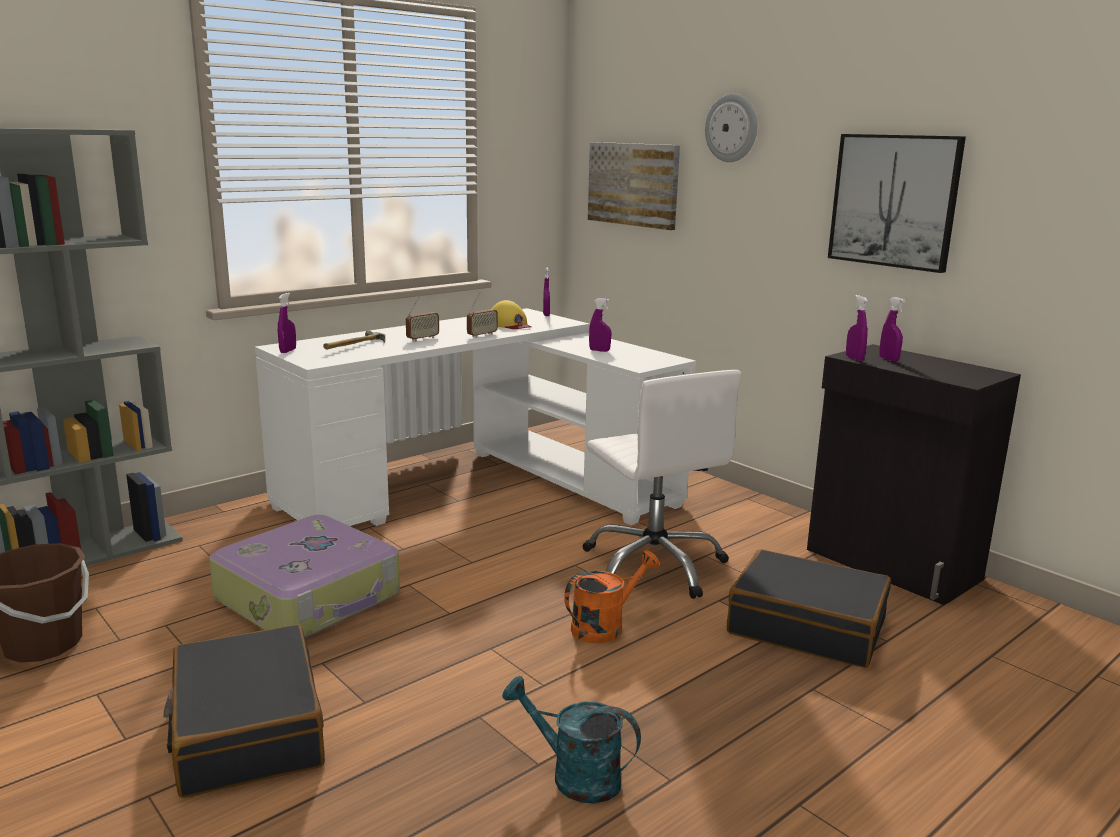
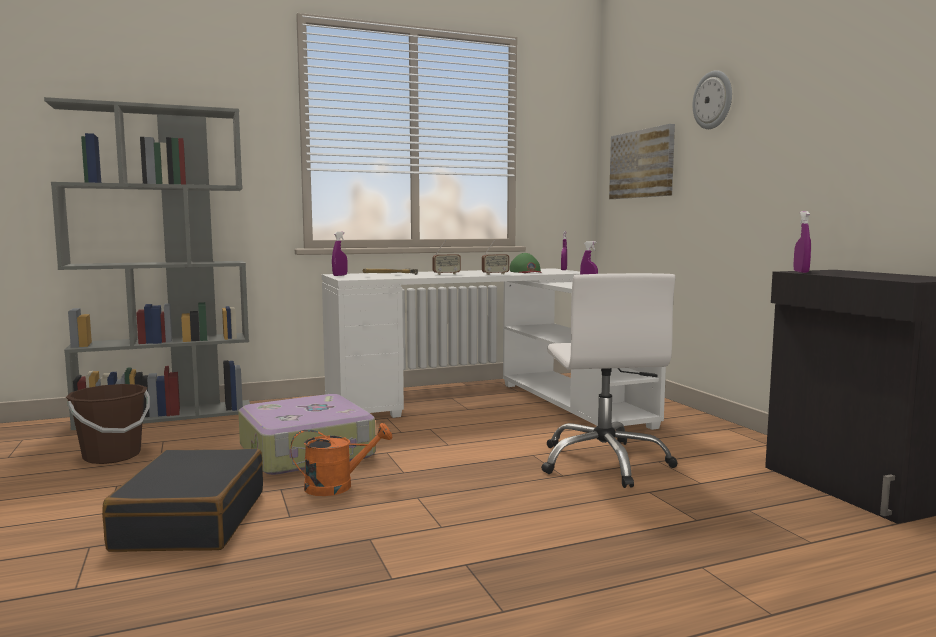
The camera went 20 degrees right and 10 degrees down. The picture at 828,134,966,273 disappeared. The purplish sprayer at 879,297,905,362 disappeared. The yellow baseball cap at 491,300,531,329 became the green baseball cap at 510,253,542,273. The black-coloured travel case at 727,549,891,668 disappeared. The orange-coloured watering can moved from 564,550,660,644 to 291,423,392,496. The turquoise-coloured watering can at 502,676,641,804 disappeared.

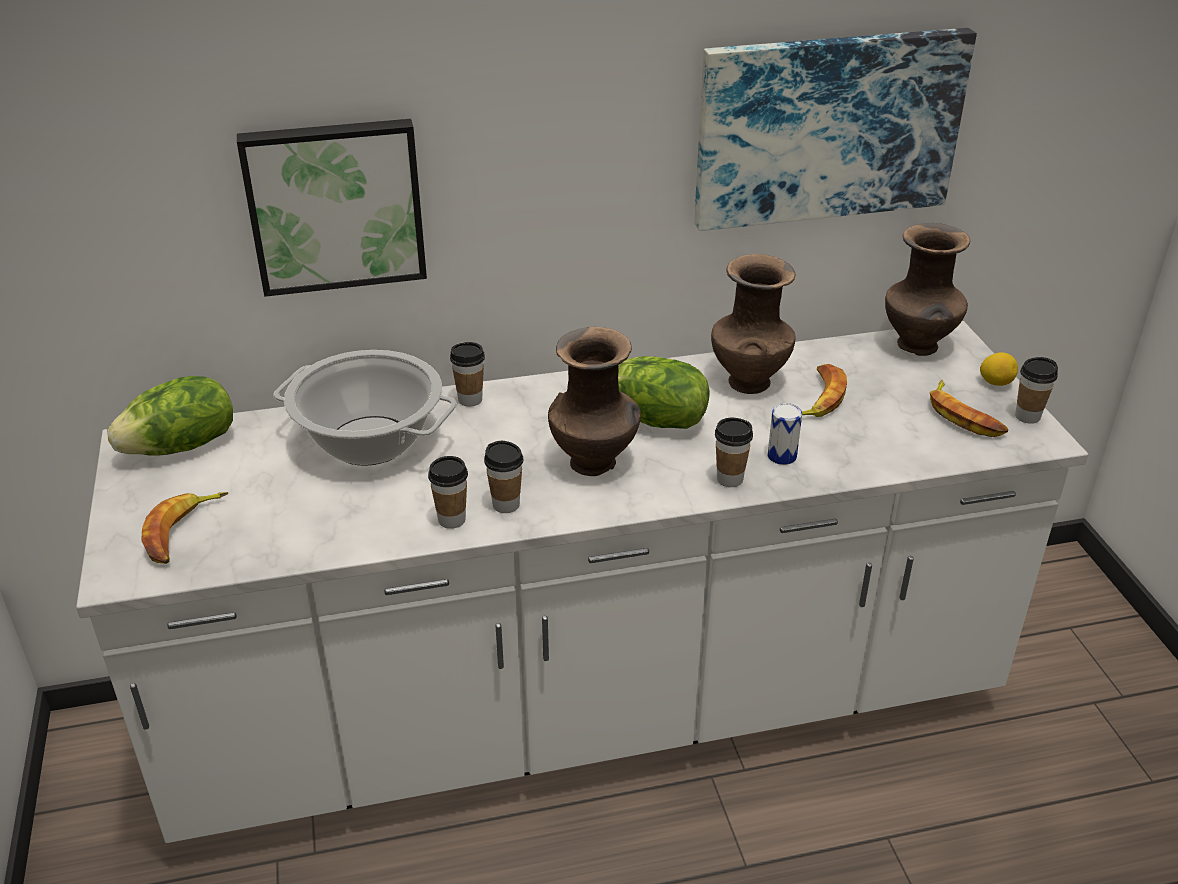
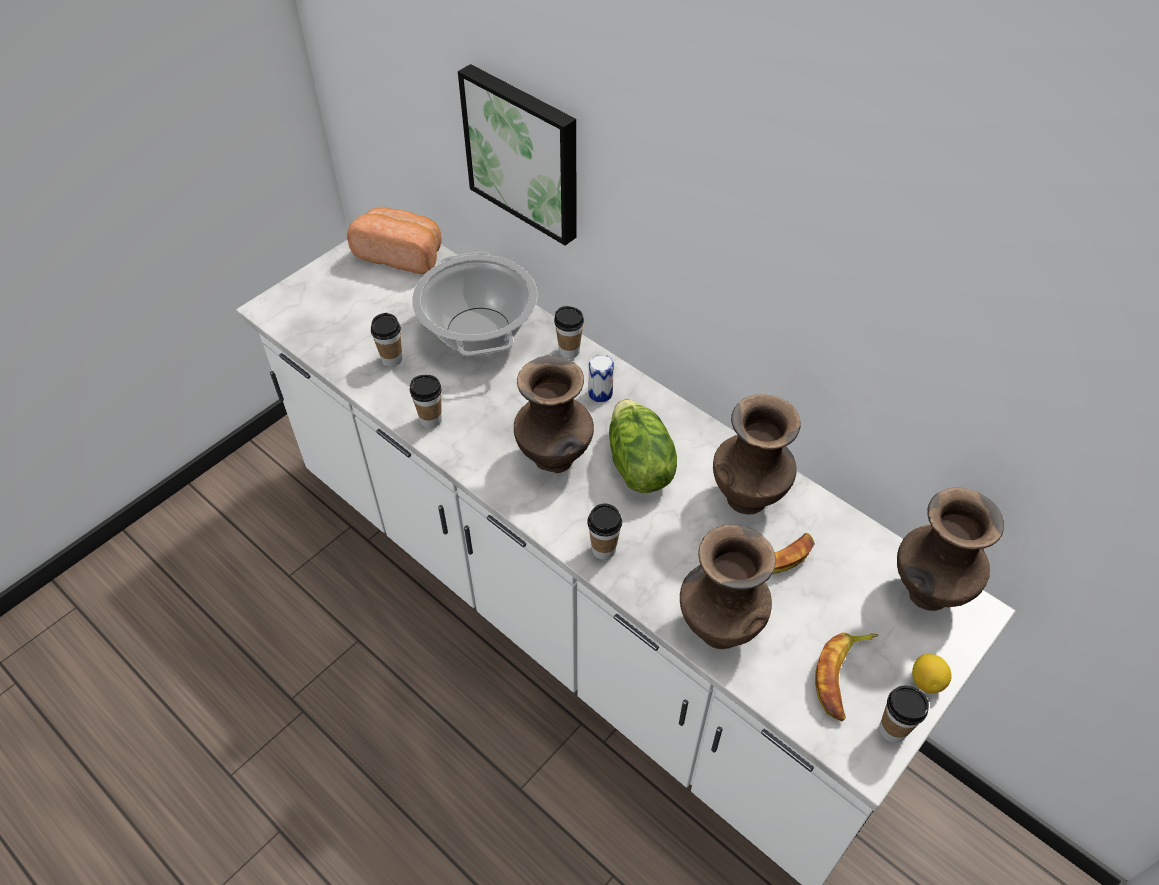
The camera went 55 degrees right and 15 degrees up. The picture at 694,28,977,231 disappeared. The head of lettuce at 107,376,233,455 was replaced by the bread at 347,207,442,274. The metal can moved from 768,403,802,465 to 589,354,614,402. The cup moved from 484,441,523,513 to 371,313,402,367. The banana at 141,492,228,564 disappeared. The brown decorative vase at 680,524,776,649 appeared.

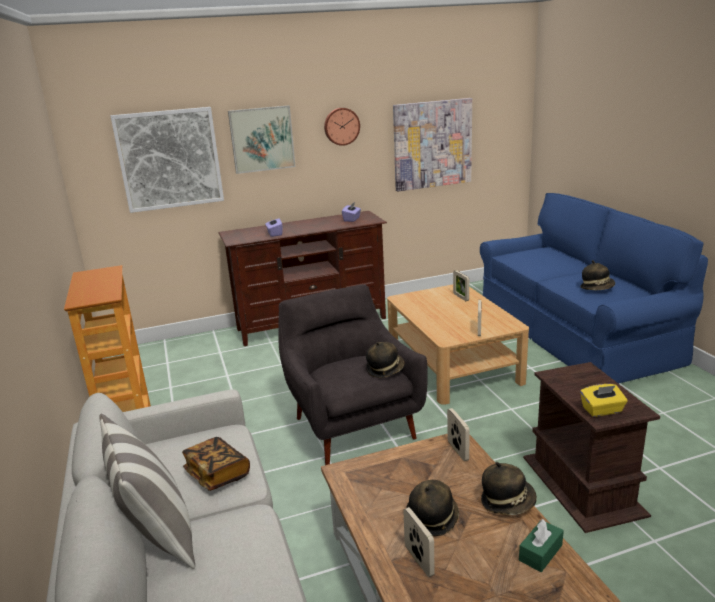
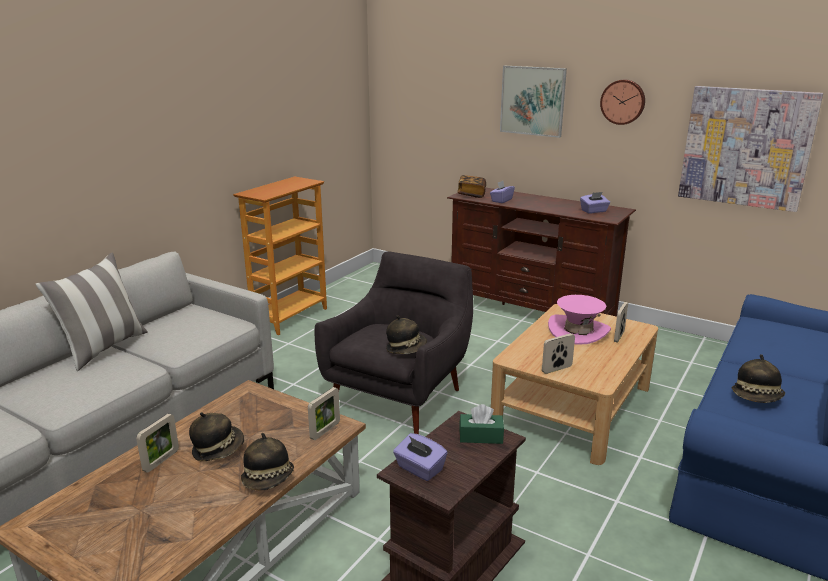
The camera went 50 degrees right and 0 degrees up. The picture at 110,107,224,213 disappeared. The yellow tissue box at 580,384,628,417 became the purplish tissue box at 393,433,448,481. The book moved from 182,437,250,491 to 457,175,486,198. The green tissue box moved from 519,519,564,572 to 459,404,504,444. The pinkish hat at 548,295,611,345 appeared.

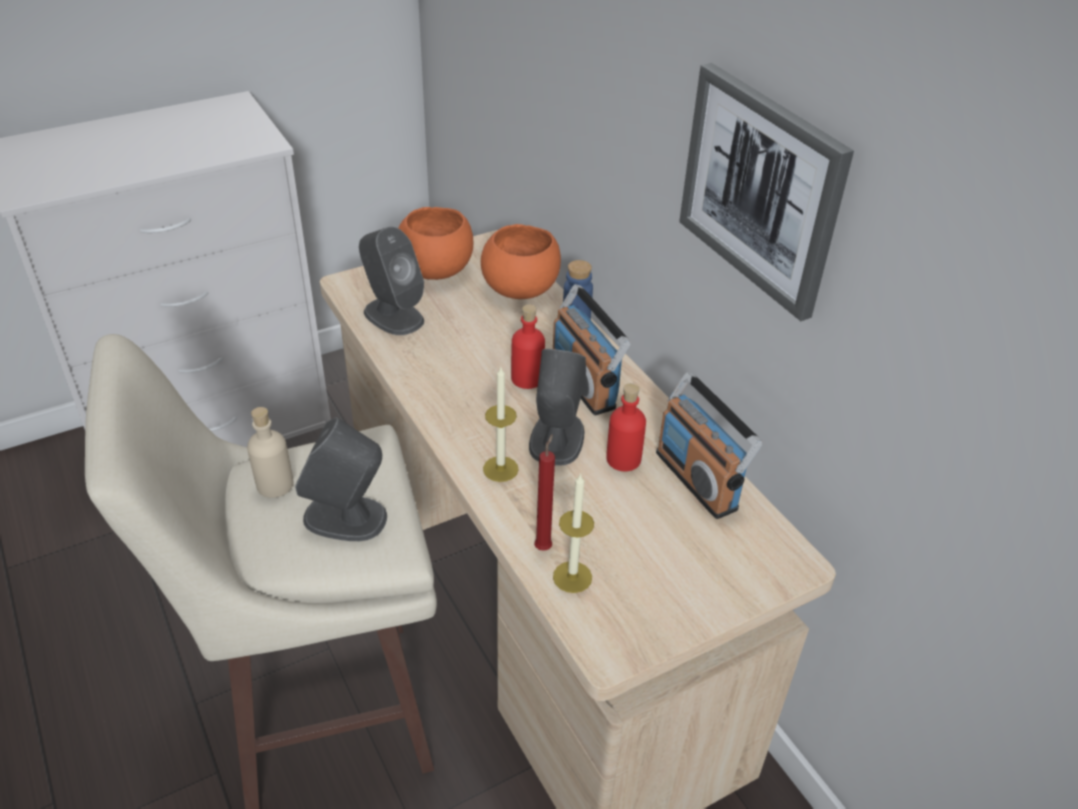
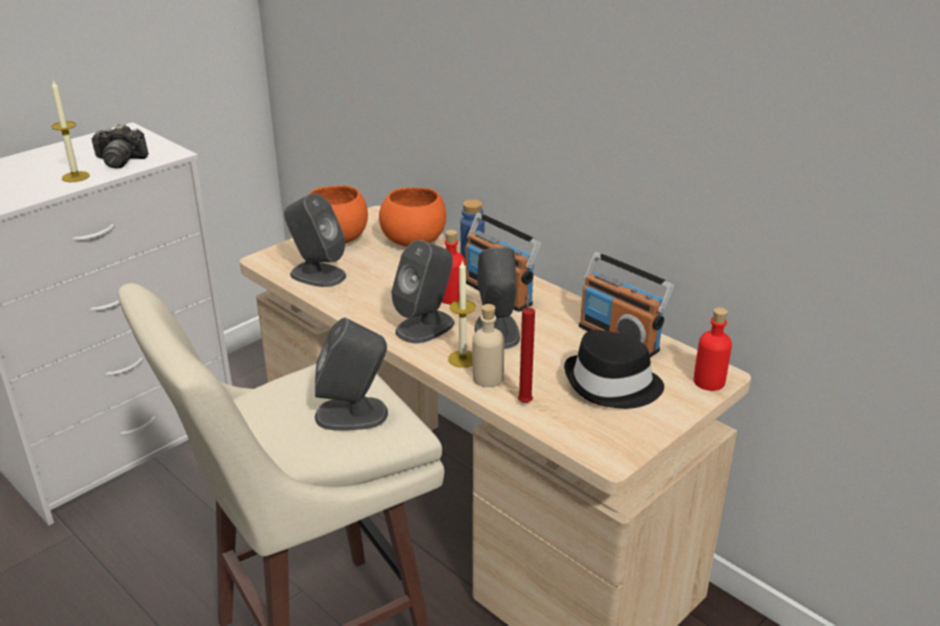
The camera went 15 degrees left and 10 degrees down. The picture at 679,63,854,321 disappeared. The red bottle moved from 606,383,646,471 to 694,307,732,391. The beige bottle moved from 247,407,293,498 to 472,304,504,387. The wax light moved from 553,473,594,593 to 51,80,90,182. The still camera at 91,124,148,168 appeared. The greyish speaker at 391,240,455,343 appeared. The black-coloured hat at 564,330,664,409 appeared.

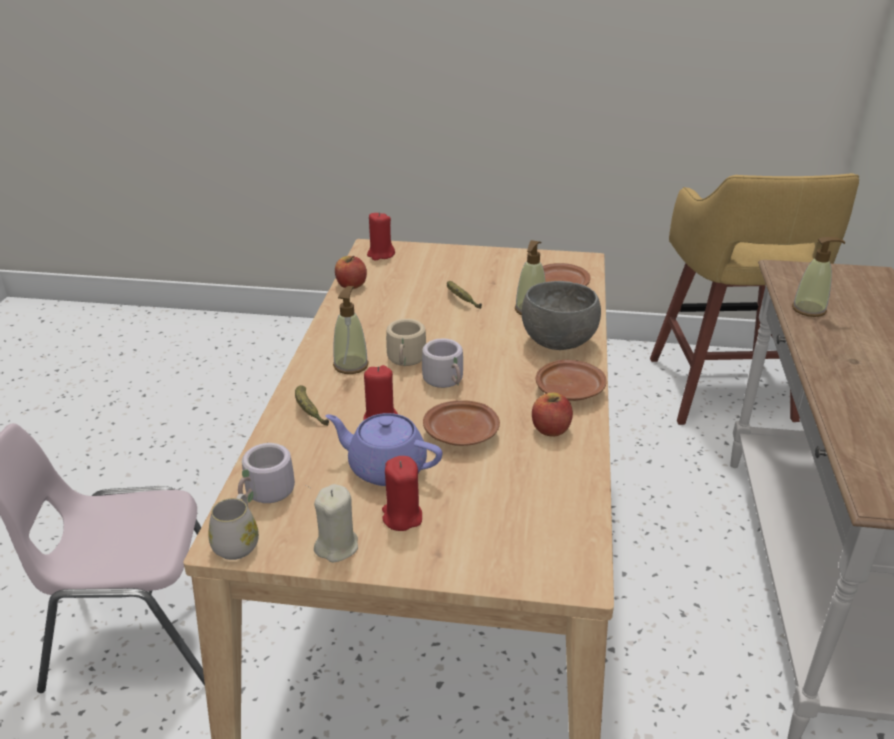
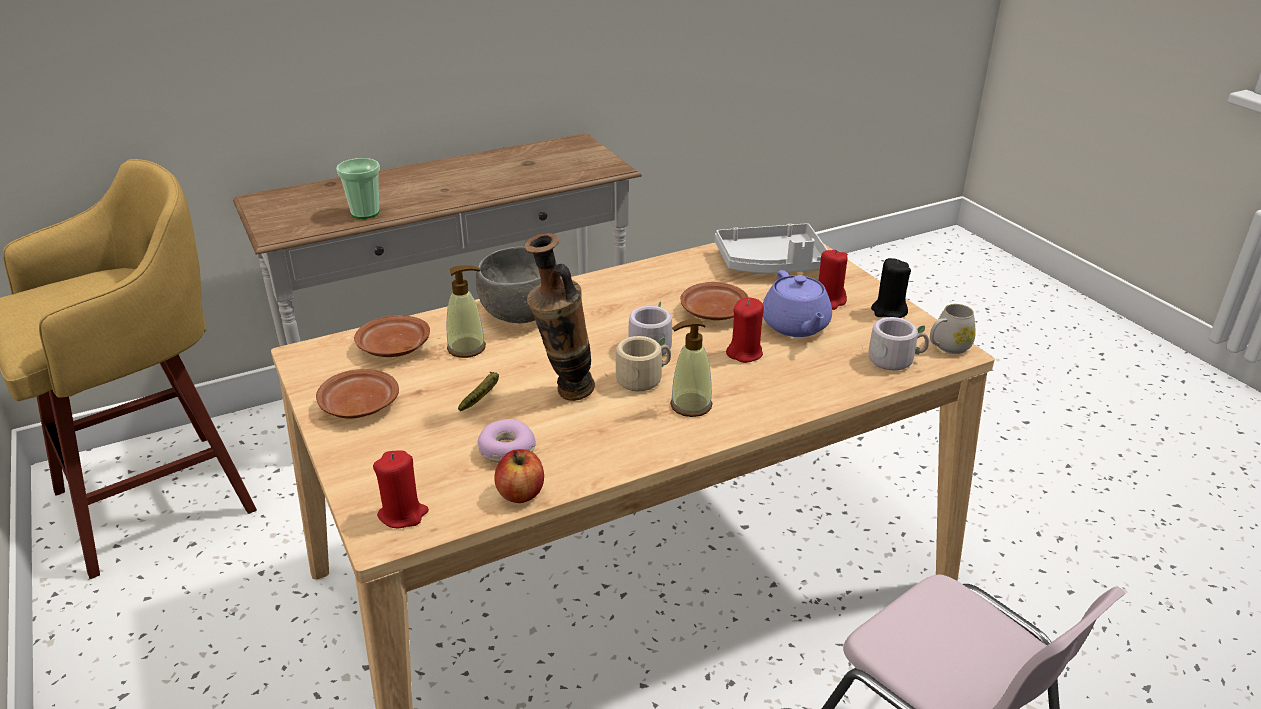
The camera went 125 degrees left and 0 degrees up. The soap bottle at 792,237,846,317 was replaced by the cup at 336,158,380,219. The brown plate moved from 536,360,607,401 to 316,369,399,418. The banana at 295,385,329,426 disappeared. The apple fruit at 532,392,573,436 disappeared. The beige wax light at 314,484,358,562 became the black-coloured wax light at 871,258,911,318. The greyish serving tray at 715,223,828,273 appeared. The decorative vase at 525,233,595,401 appeared. The donut at 478,419,536,463 appeared.

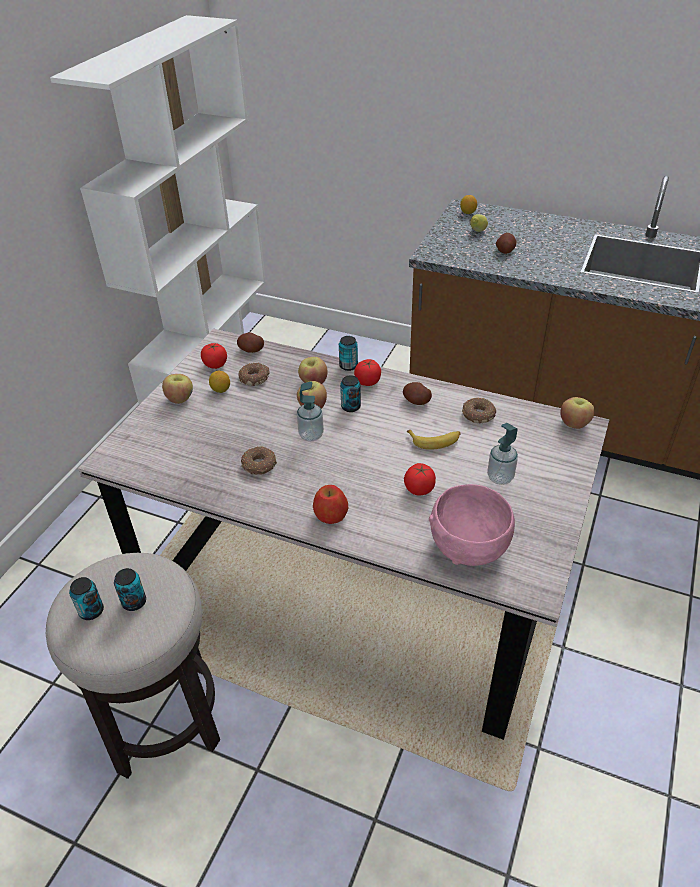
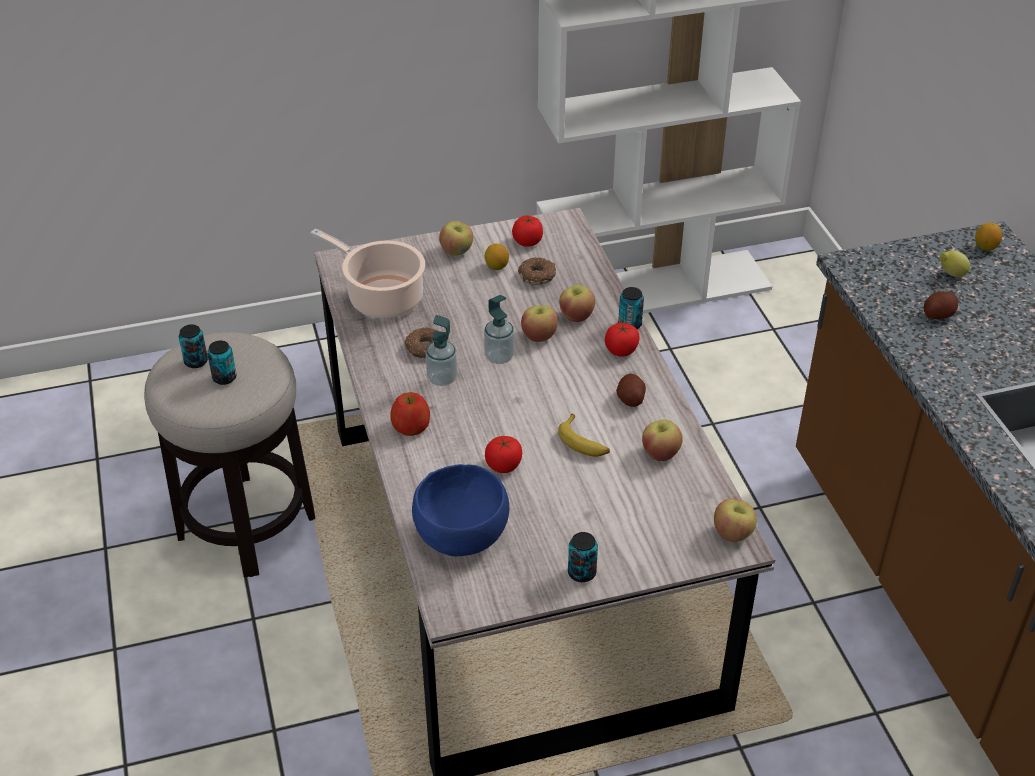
The camera went 50 degrees right and 0 degrees up. The whole potato at 237,332,264,353 disappeared. The metal can moved from 340,375,361,412 to 568,532,598,582. The donut at 462,398,496,423 was replaced by the apple fruit at 642,419,683,461. The soap bottle moved from 487,423,518,485 to 426,315,457,386. The pinkish deep dish at 429,484,515,566 became the blue deep dish at 412,464,509,556. The saucepot at 310,228,425,318 appeared.

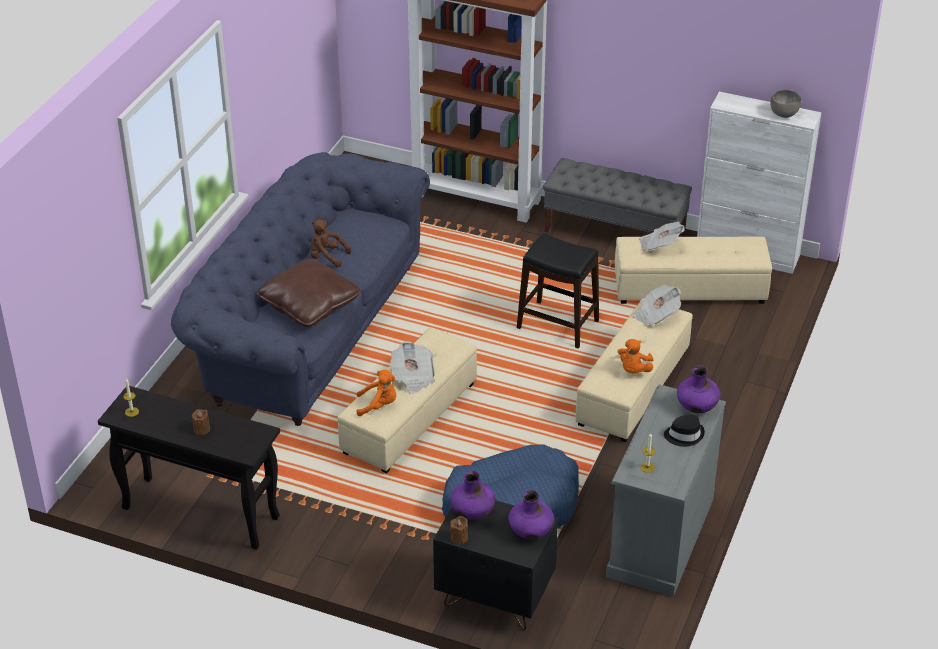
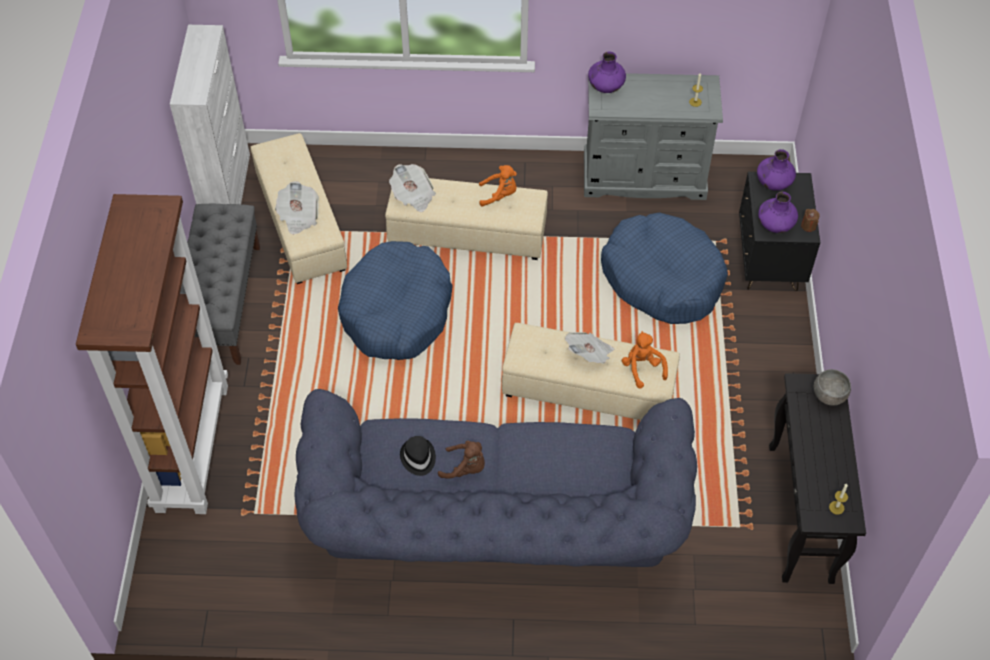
The camera went 110 degrees left and 15 degrees up. The greyish deep dish moved from 770,90,801,118 to 814,369,851,406. The brown soft toy at 311,220,351,267 turned 75 degrees counterclockwise. The black-coloured stool seat at 517,234,599,348 was replaced by the blue pet bed at 338,241,453,360. The brown throw pillow at 257,259,361,327 disappeared. The brown wax light at 192,409,210,435 disappeared. The black-coloured hat moved from 664,414,705,447 to 400,436,436,476.

